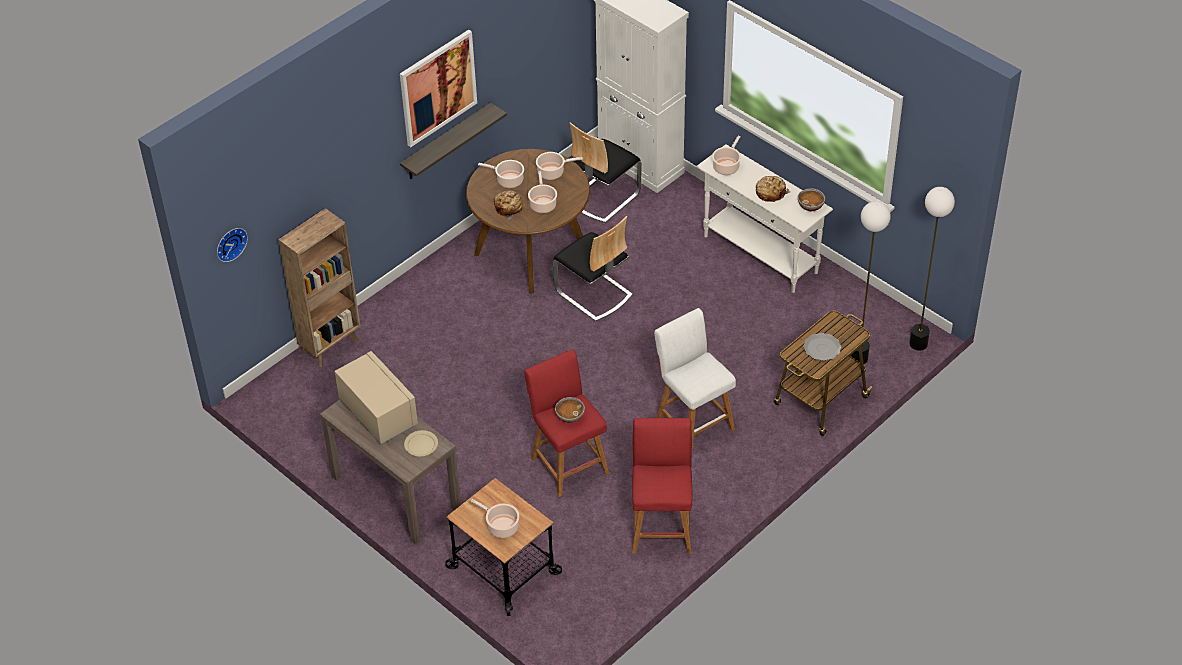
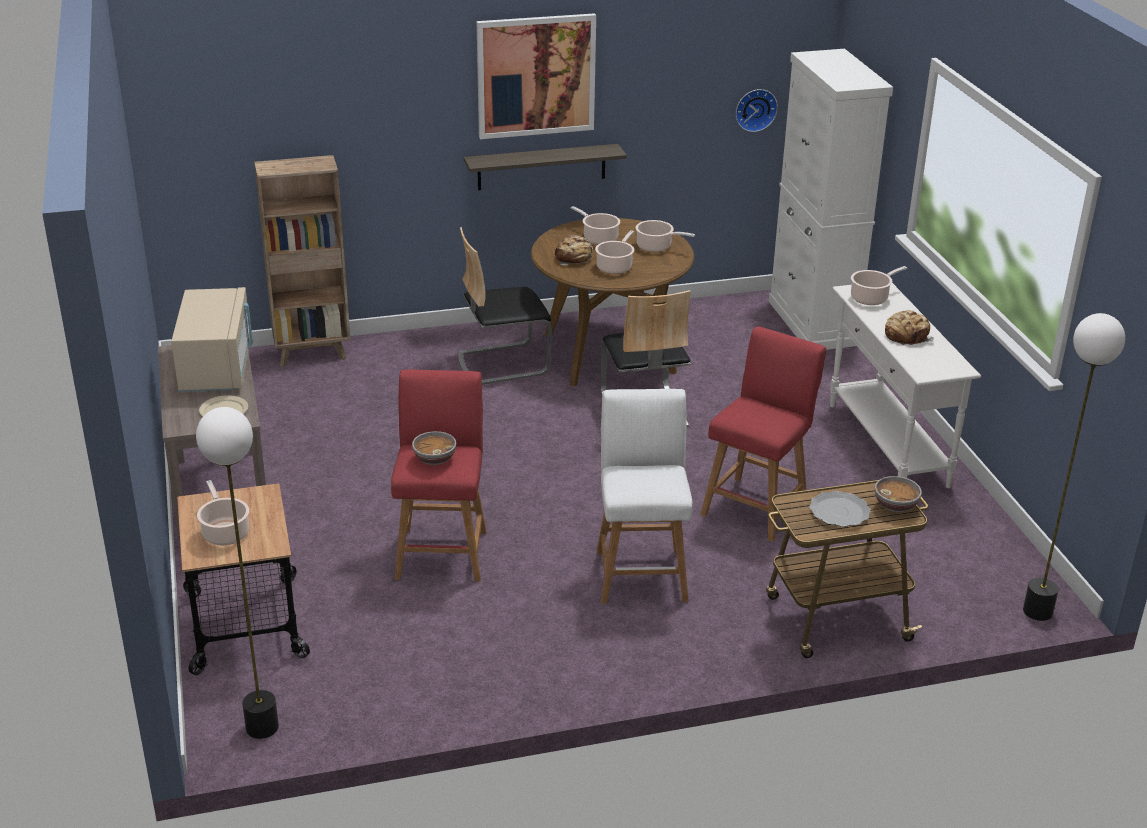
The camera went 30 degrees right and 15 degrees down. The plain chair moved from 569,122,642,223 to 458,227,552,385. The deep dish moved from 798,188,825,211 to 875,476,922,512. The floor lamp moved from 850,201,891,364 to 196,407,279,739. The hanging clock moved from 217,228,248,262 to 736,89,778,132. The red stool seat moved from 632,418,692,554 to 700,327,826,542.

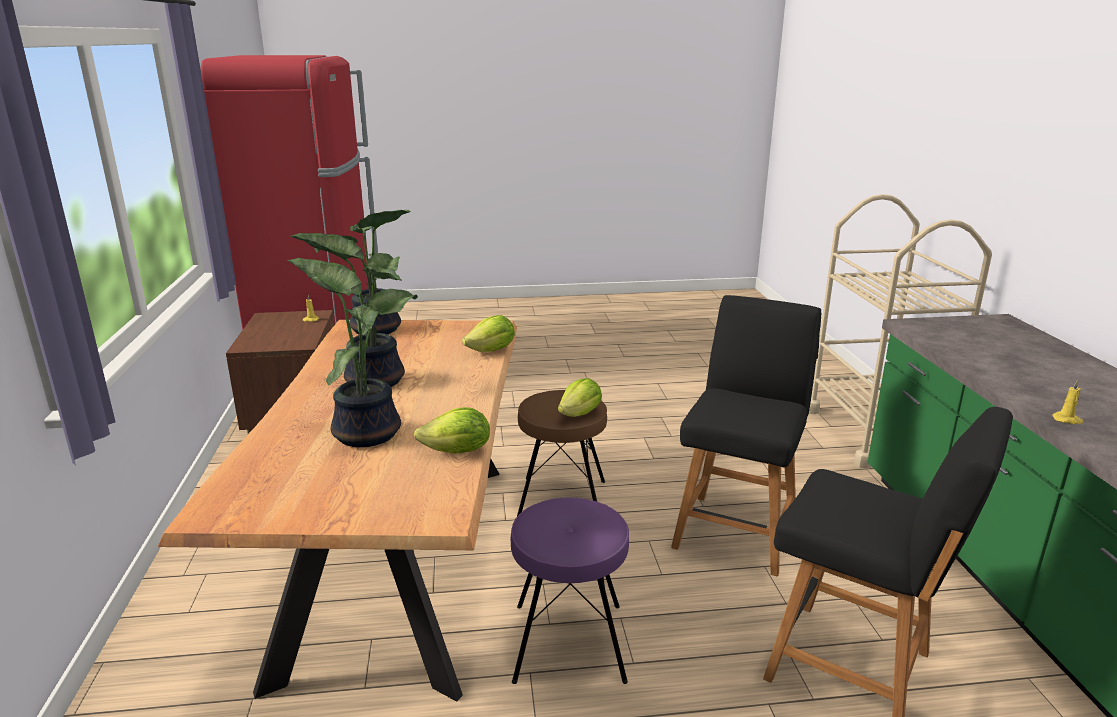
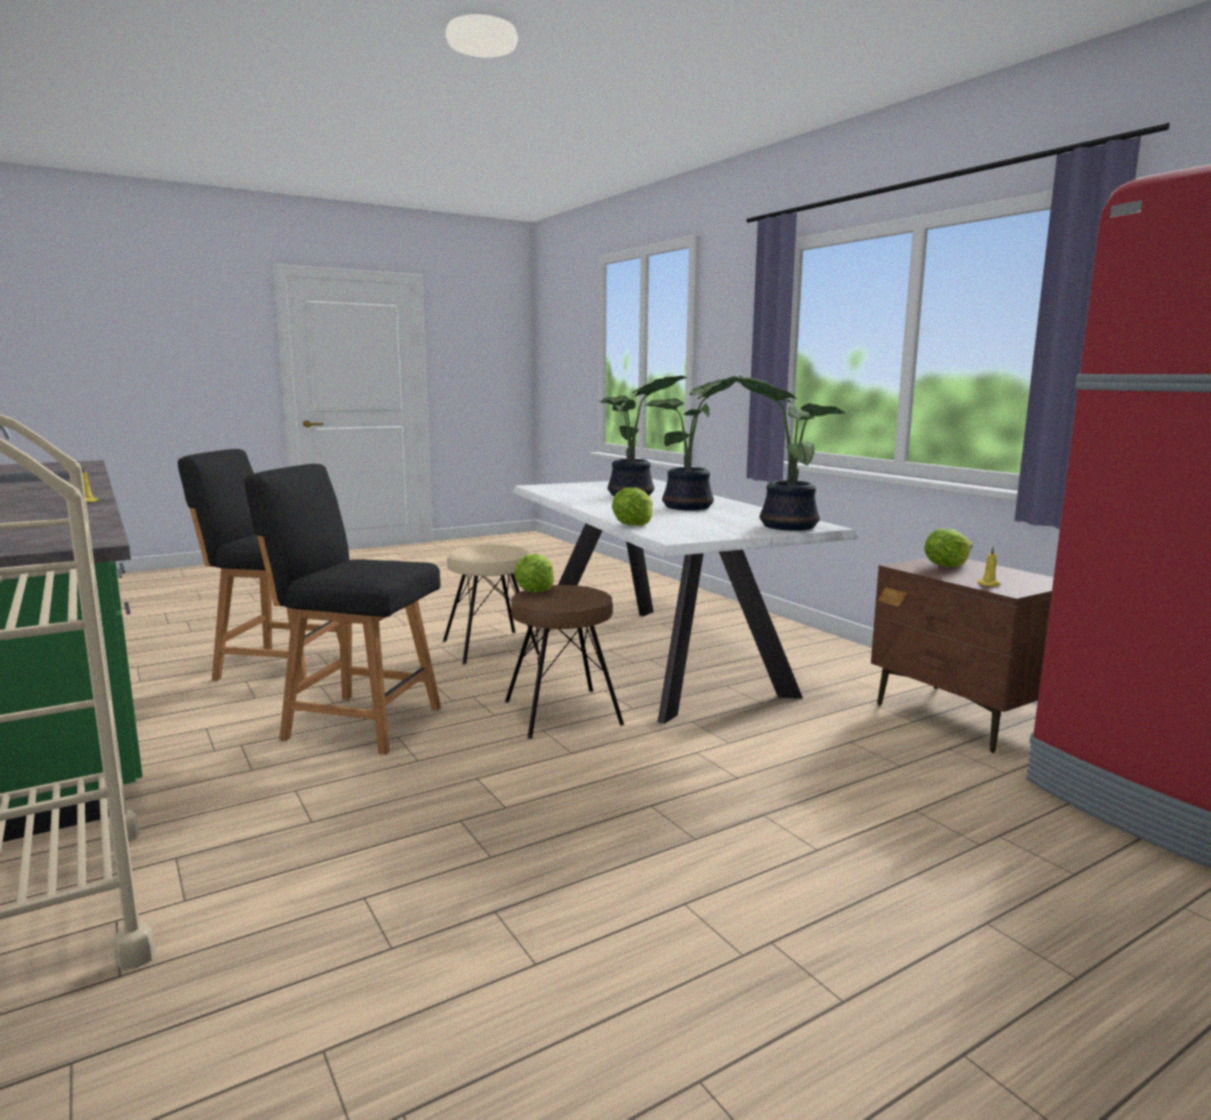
The camera went 155 degrees right and 10 degrees down. The black-coloured plain chair at 671,295,821,576 turned 105 degrees clockwise. The brown dinner table at 158,320,517,702 became the white dinner table at 512,479,859,724. The head of lettuce moved from 414,407,490,454 to 924,529,972,567. The purplish stool seat at 511,497,629,684 became the beige stool seat at 443,545,540,665.

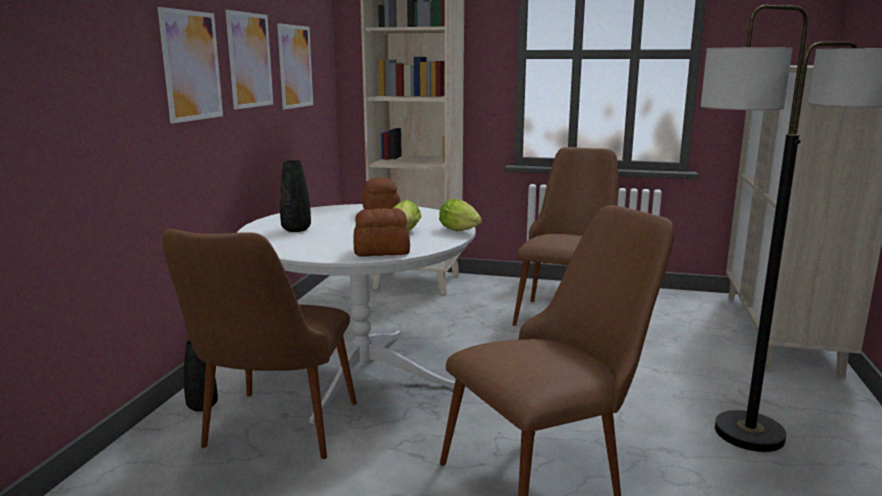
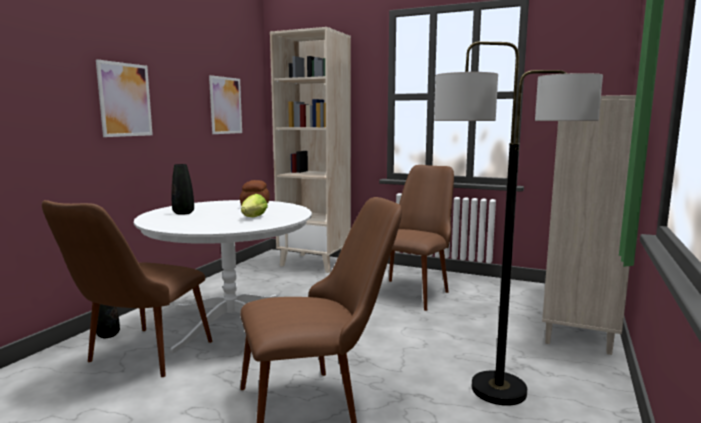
The camera went 10 degrees right and 5 degrees down. The picture at 225,10,273,109 disappeared. The head of lettuce at 439,199,482,231 disappeared. The bread at 354,208,410,257 disappeared.

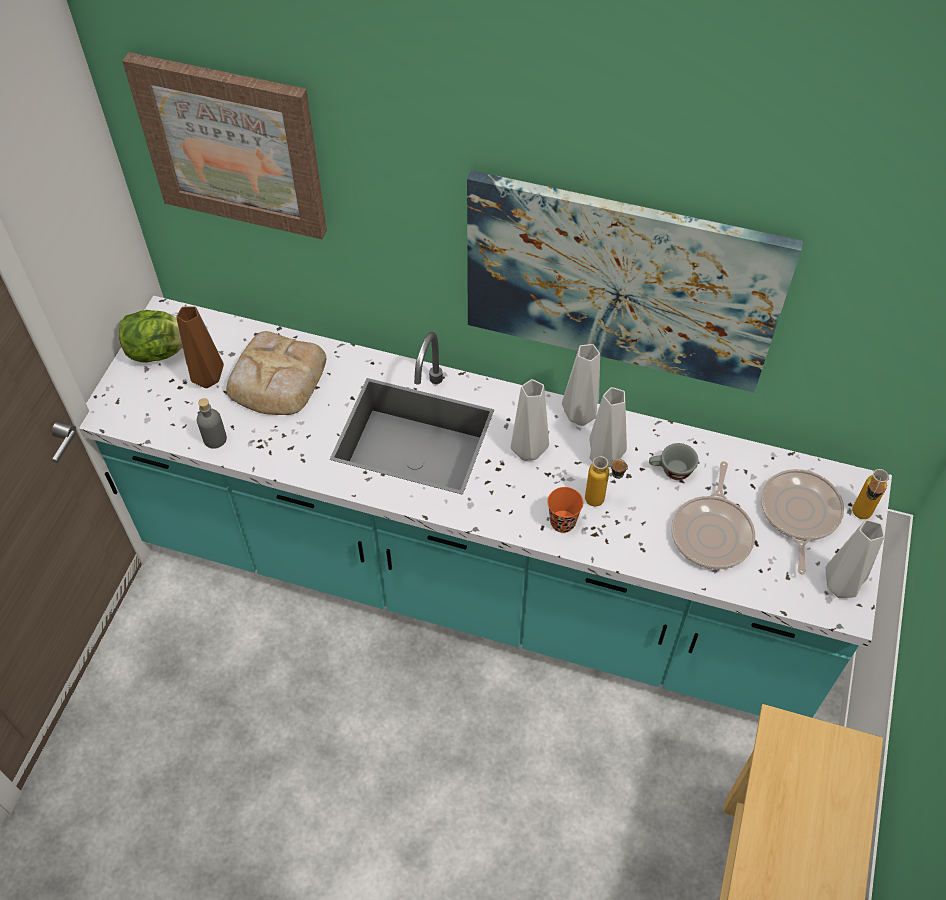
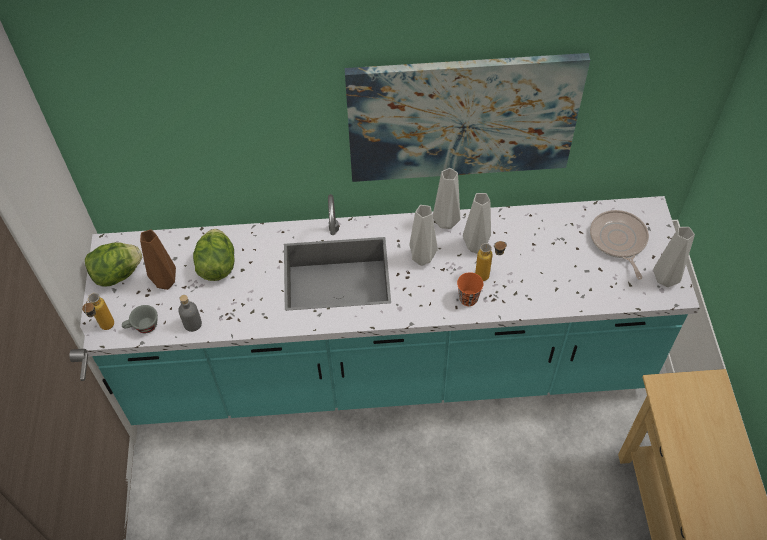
The camera went 20 degrees left and 0 degrees up. The picture at 122,52,327,239 disappeared. The bread at 226,331,326,415 was replaced by the head of lettuce at 193,229,235,281. The greyish cup moved from 649,443,699,480 to 122,305,158,333. The pan at 671,461,755,570 disappeared. The bottle moved from 852,469,889,519 to 82,293,114,330.

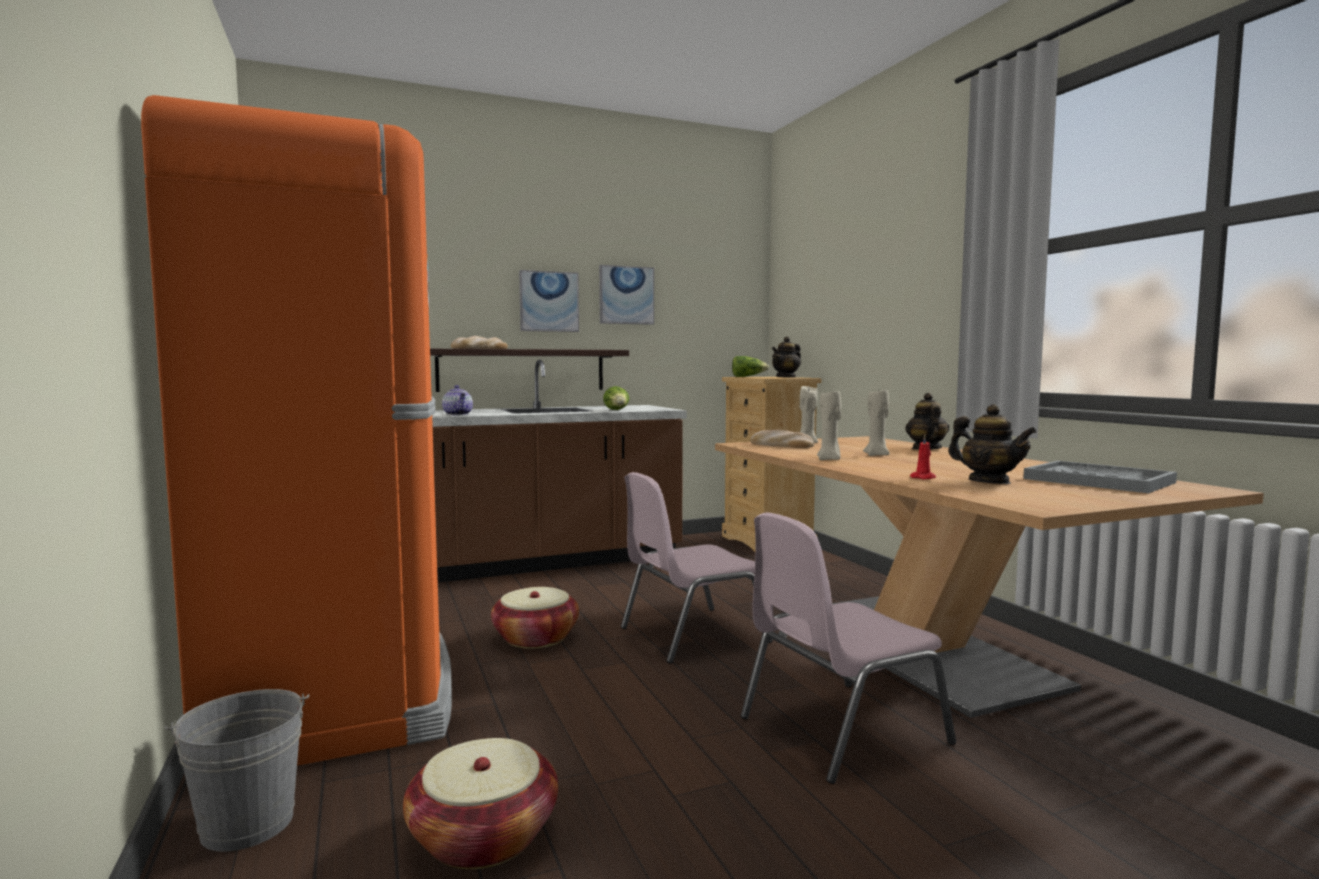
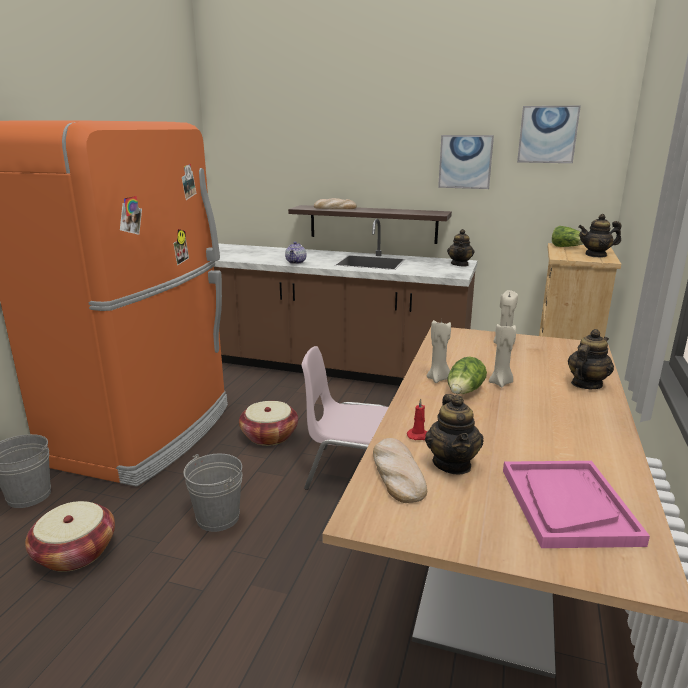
The camera went 40 degrees right and 15 degrees up. The picture moved from 519,270,579,332 to 517,105,581,163. The head of lettuce moved from 603,386,629,410 to 447,357,487,394. The bread moved from 750,430,814,448 to 373,438,427,503. The greyish serving tray at 1023,461,1177,493 became the pinkish serving tray at 503,461,650,548. The pinkish plain chair at 741,513,956,784 disappeared. The teapot at 447,229,475,266 appeared. The greyish water bucket at 184,454,243,532 appeared.

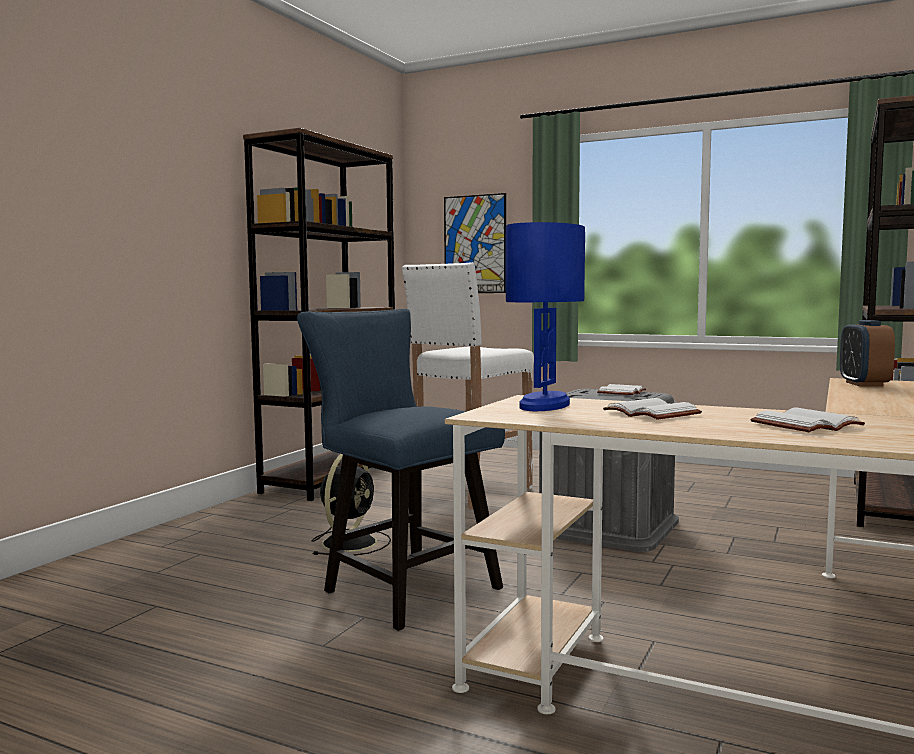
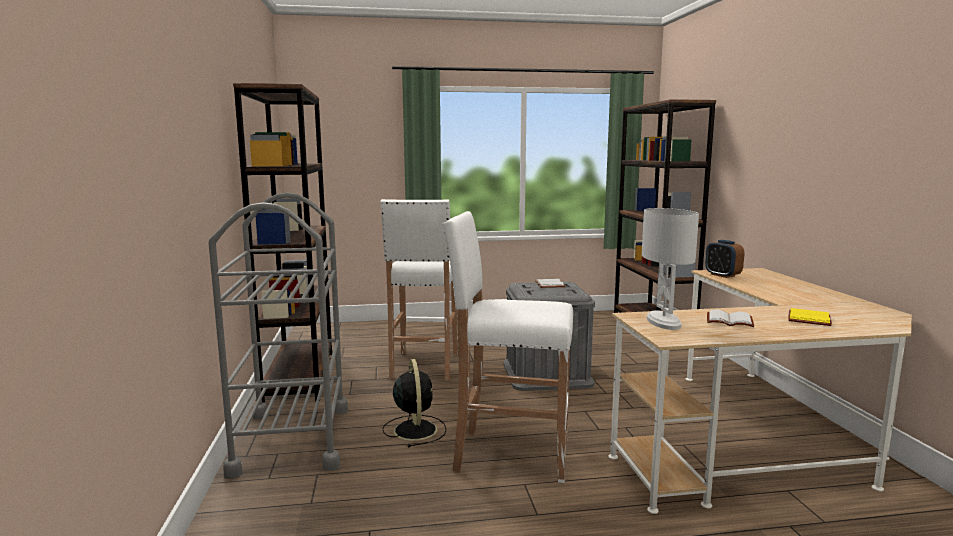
The camera went 35 degrees left and 5 degrees up. The picture at 444,193,506,293 disappeared. The blue table lamp at 506,222,585,411 became the white table lamp at 642,208,699,330. The blue plain chair at 297,309,505,631 was replaced by the white stool seat at 442,211,573,483. The white book at 750,407,865,432 became the yellow book at 788,308,832,326. The greyish trolley at 209,192,348,479 appeared.

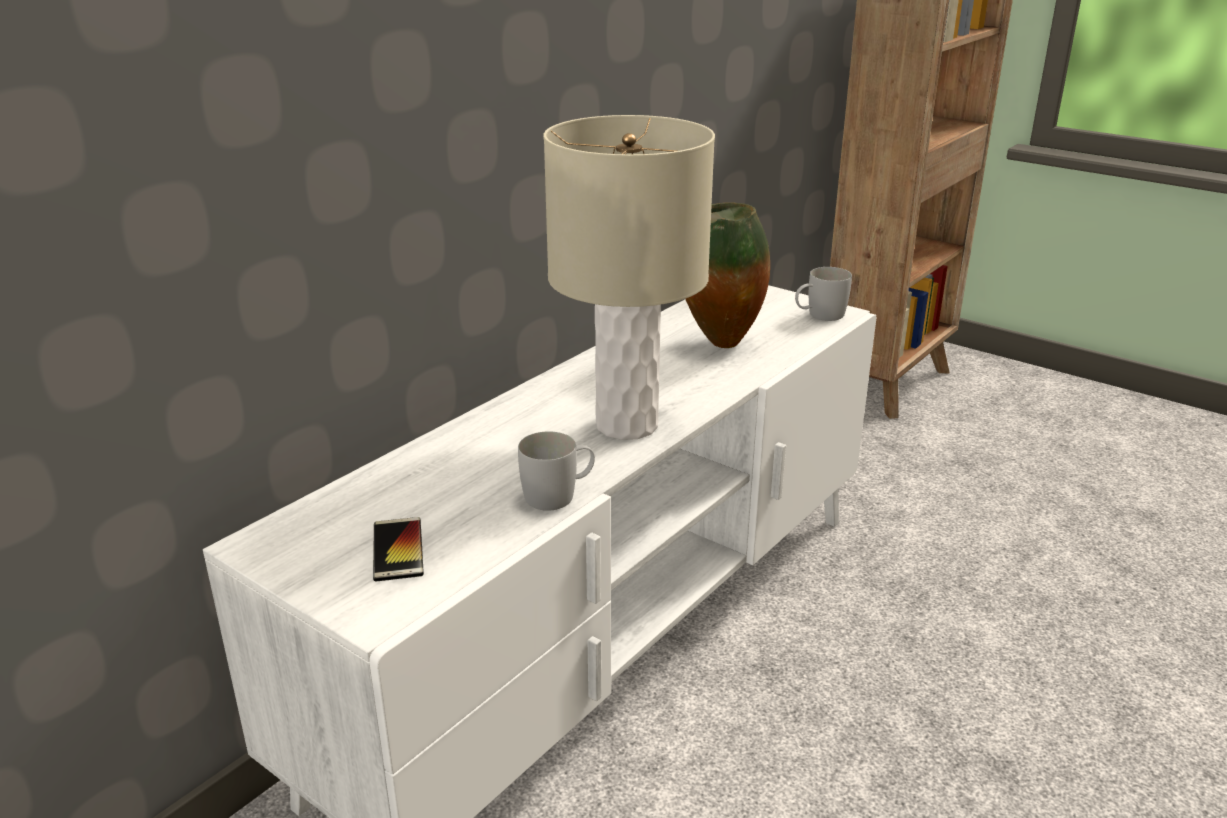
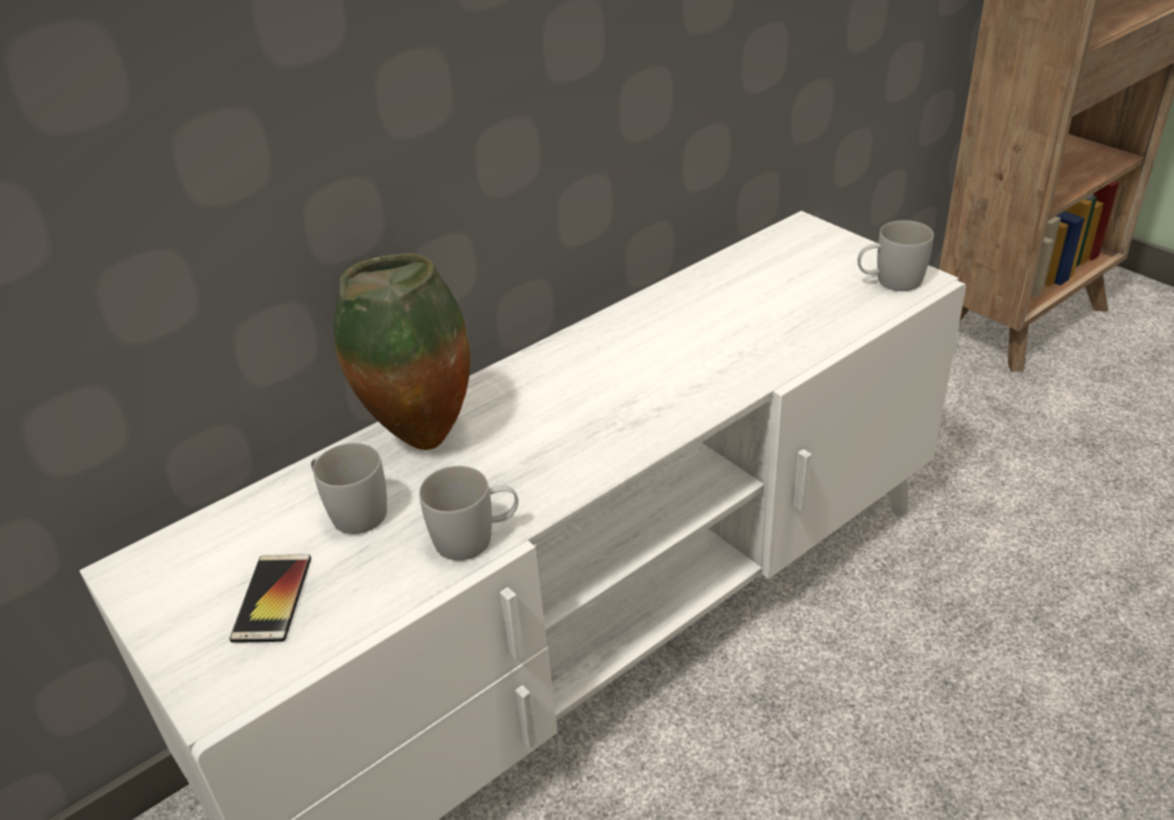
The camera went 15 degrees right and 10 degrees up. The beige table lamp at 544,115,715,440 disappeared. The decorative vase moved from 685,202,770,348 to 334,253,470,450. The white coffee mug at 311,443,387,534 appeared.

